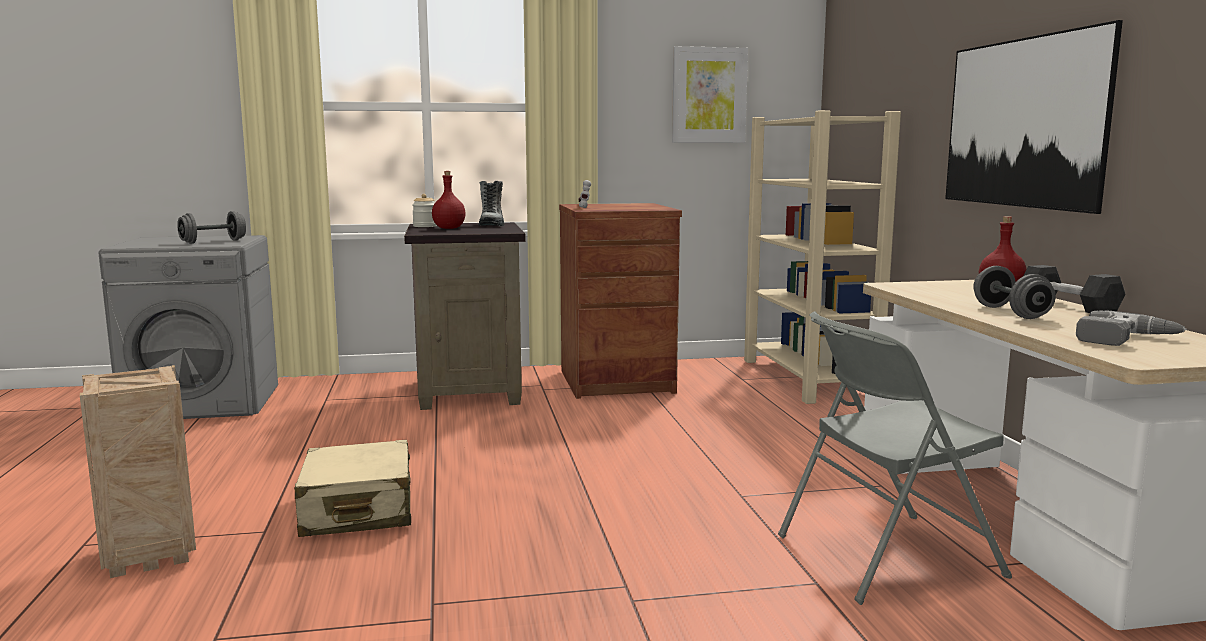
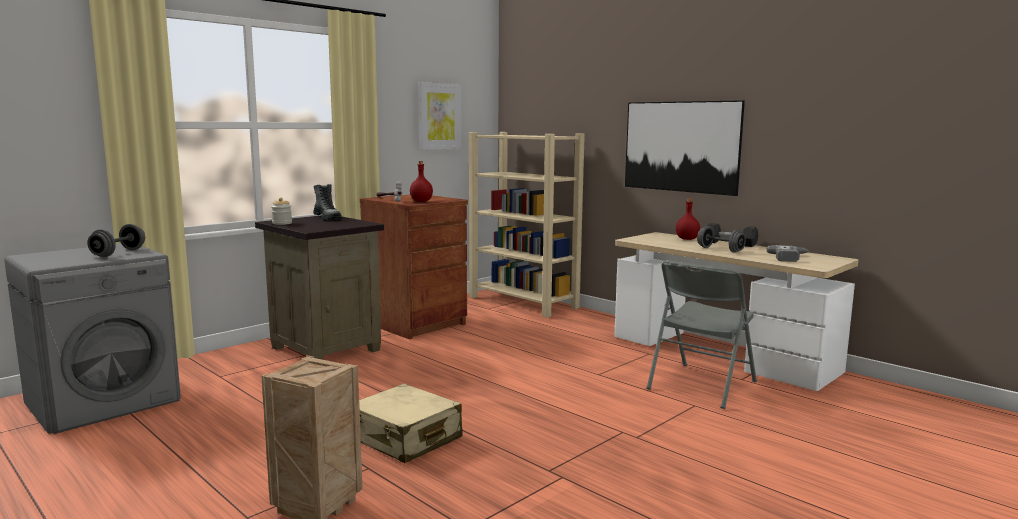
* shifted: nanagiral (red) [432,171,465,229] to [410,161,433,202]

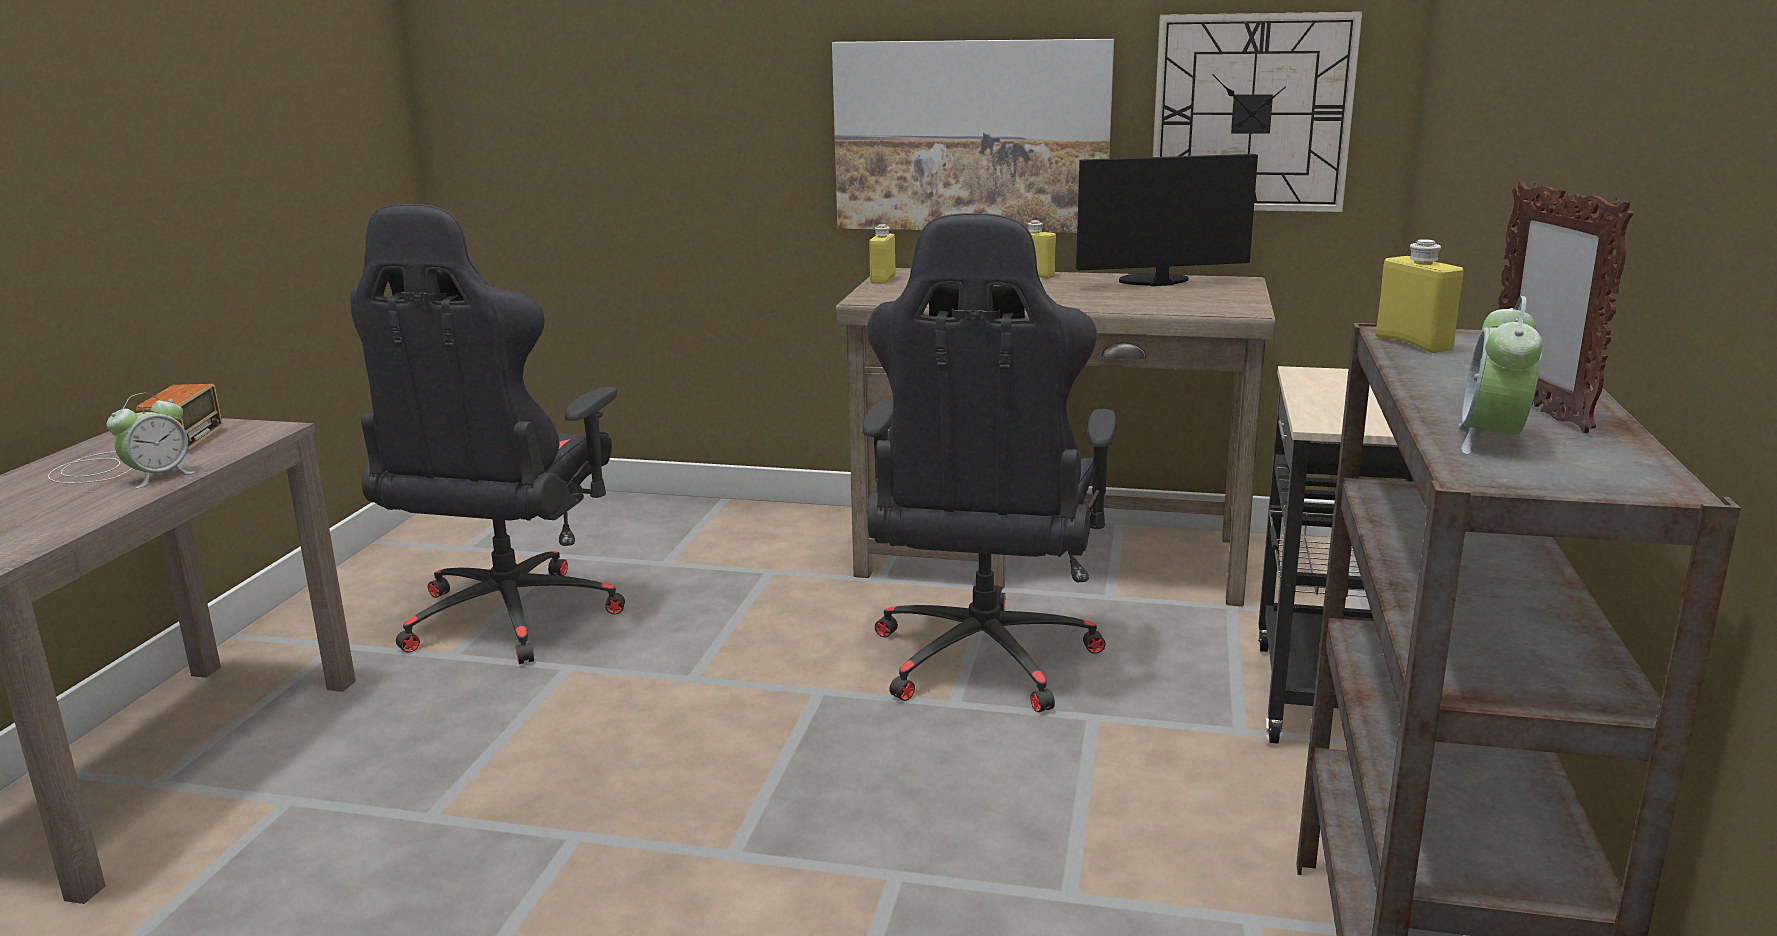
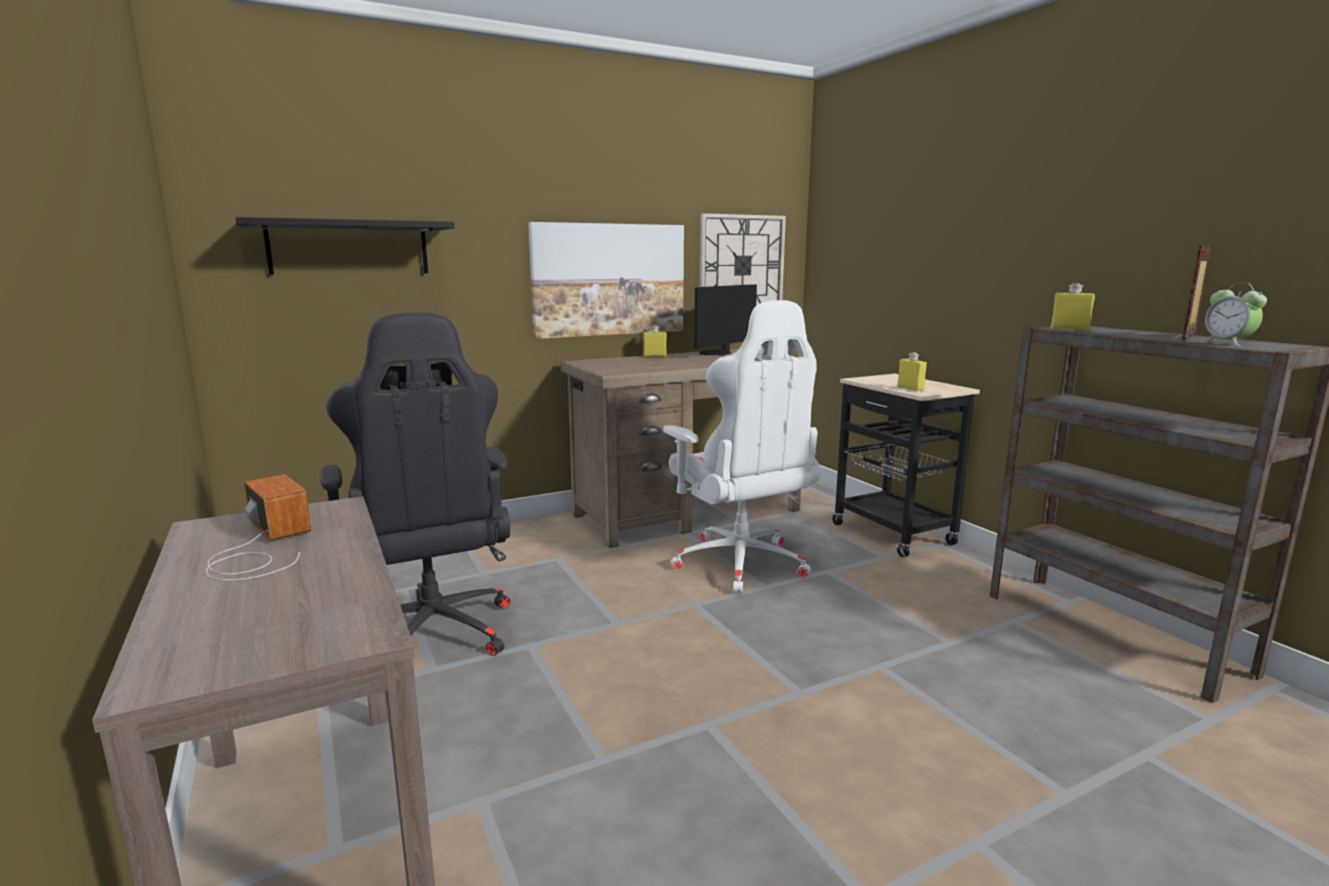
* gone: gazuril [107,393,196,489]
* repainted: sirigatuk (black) [863,213,1116,712] to sirigatuk (white) [663,300,821,594]
* shifted: nanagiral (yellow) [869,224,896,284] to [898,353,927,391]
* rotated: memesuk [1498,182,1633,433] = [1183,245,1212,340] 90 degrees clockwise
* new: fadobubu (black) [235,217,455,275]

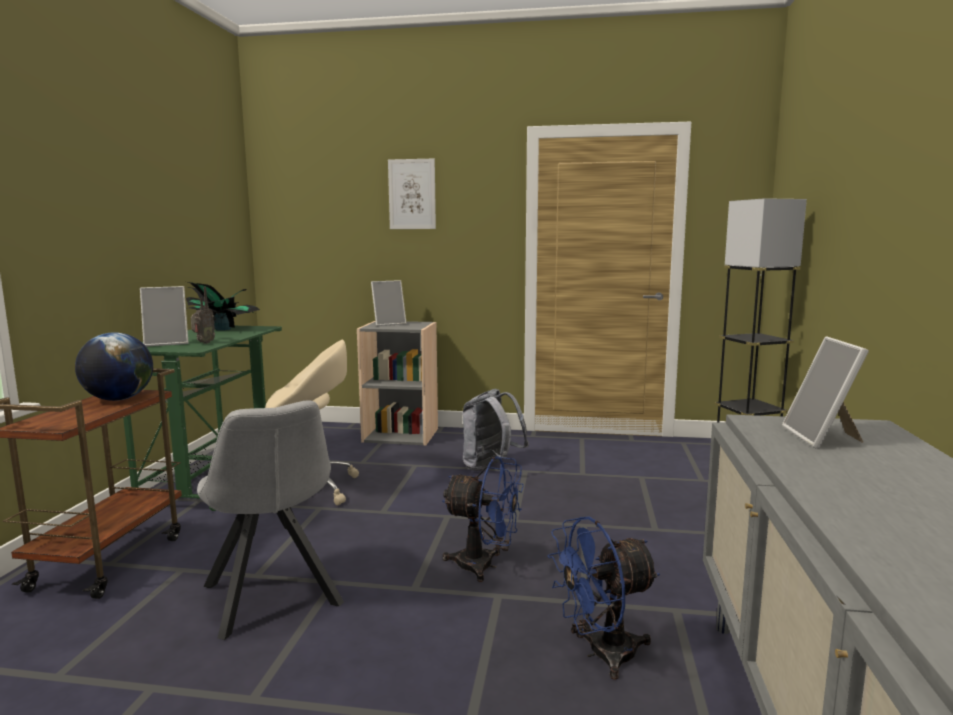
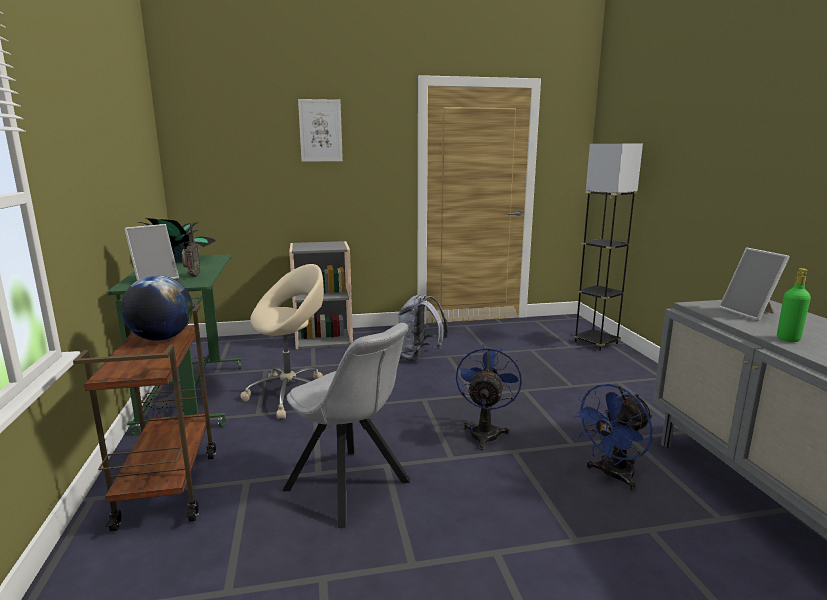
* gone: memesuk [371,280,407,326]
* rotated: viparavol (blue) [442,456,524,582] = [456,344,522,450] 75 degrees counterclockwise
* new: nanagiral (green) [777,268,811,342]

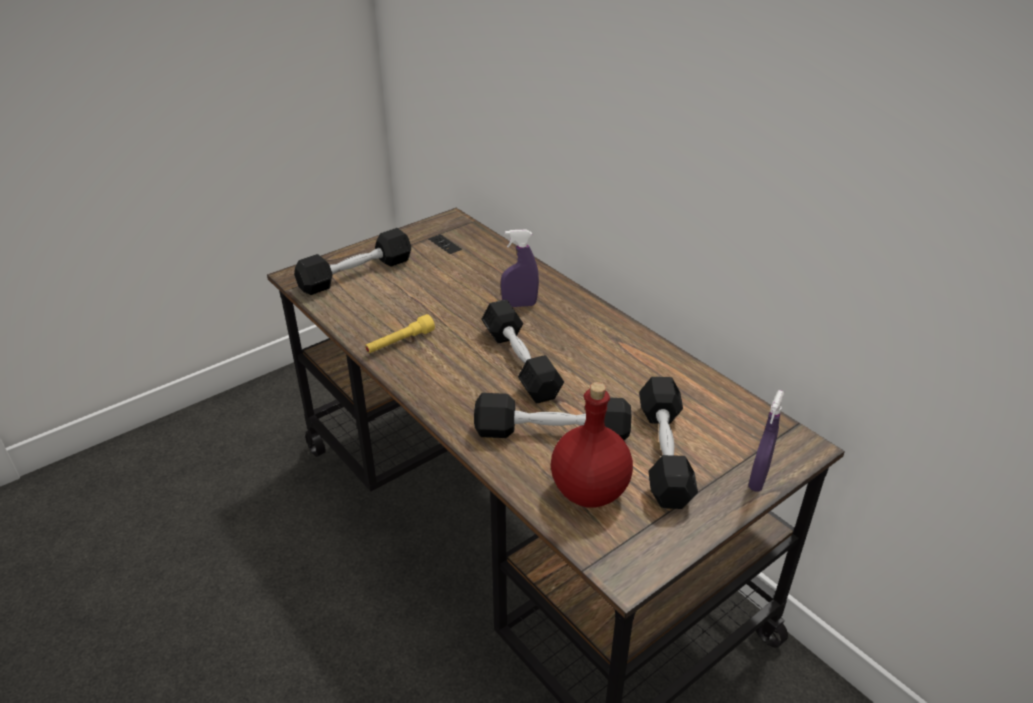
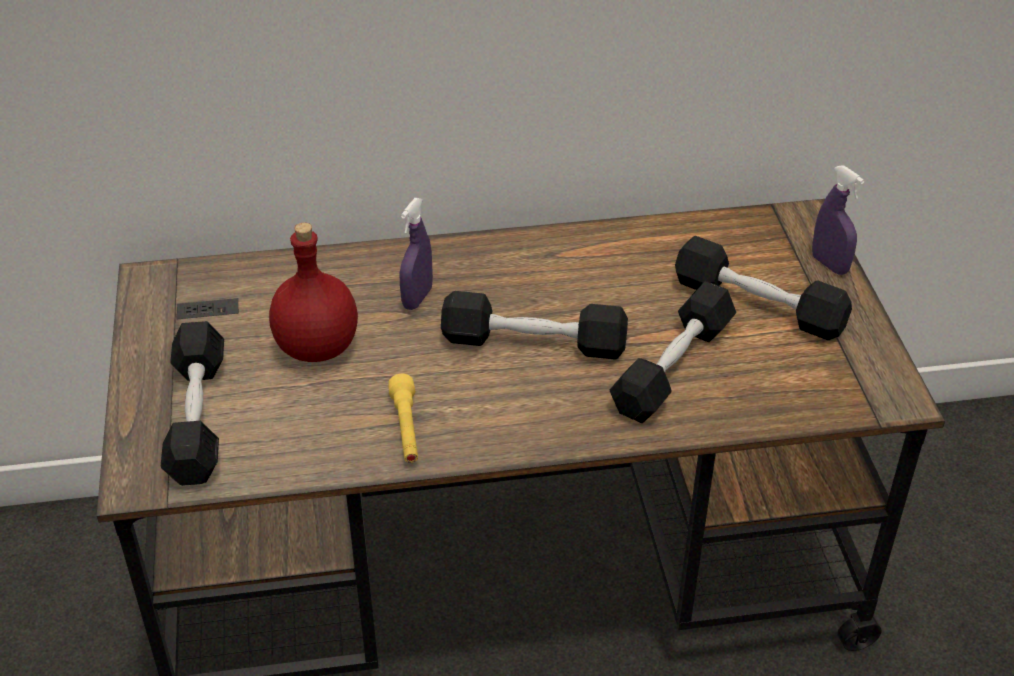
* shifted: nanagiral (red) [551,382,633,508] to [269,223,358,362]

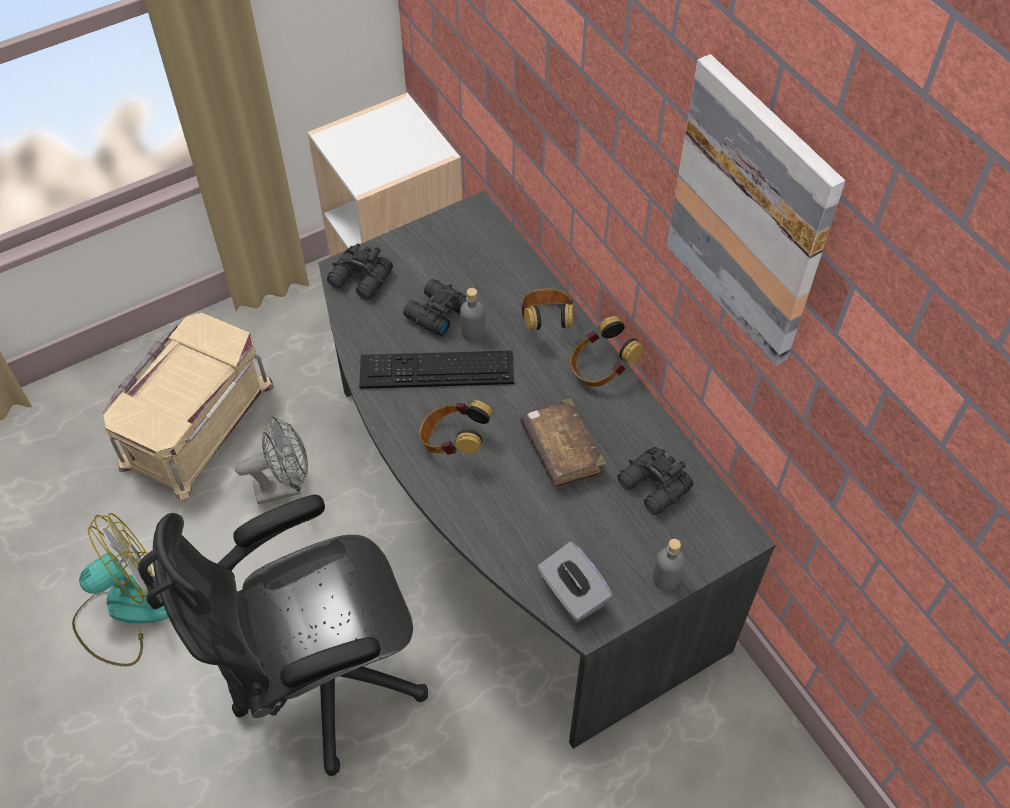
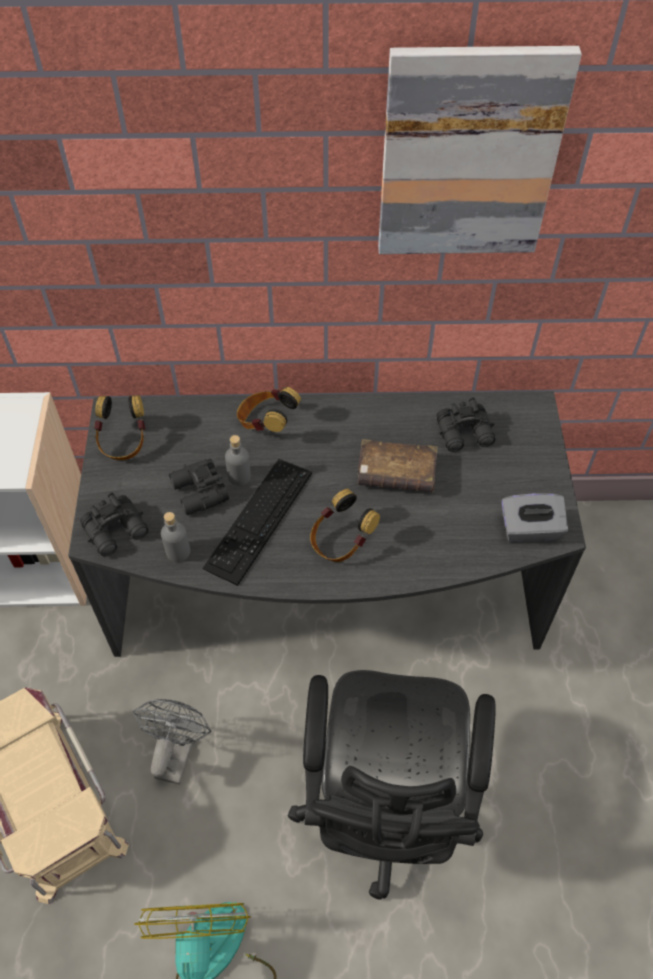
* shifted: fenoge [570,316,644,387] to [94,395,145,460]
* shifted: nanagiral (grey) [653,539,685,591] to [161,512,190,562]

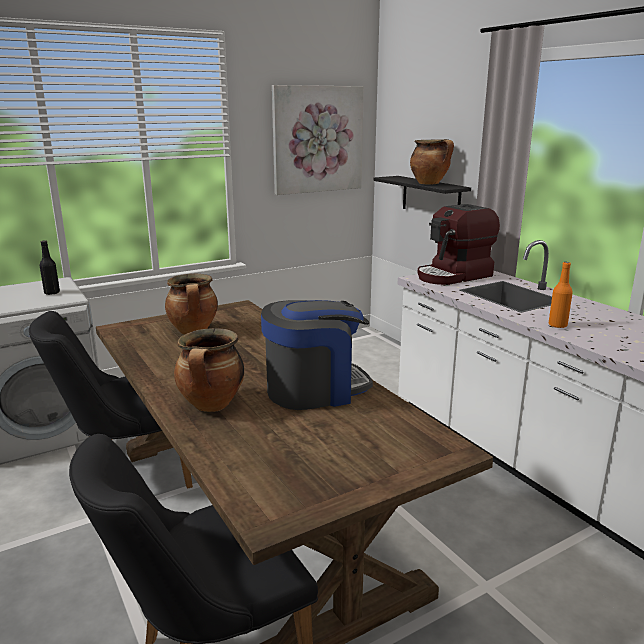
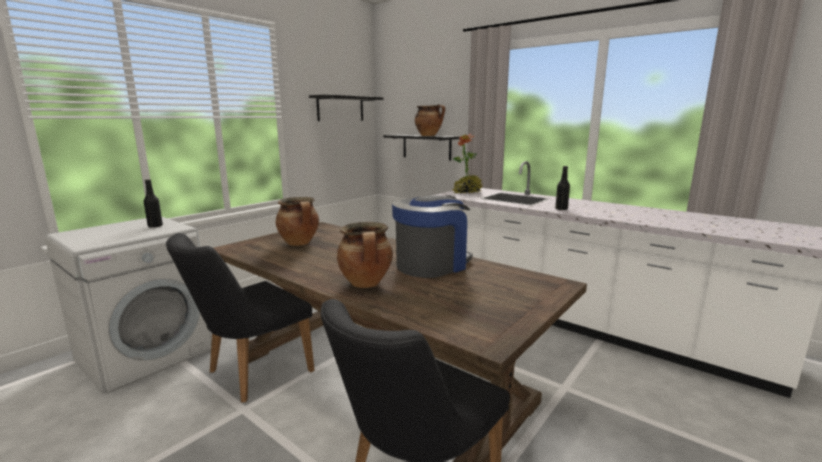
* swapped: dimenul [272,85,364,195] to fadobubu (black) [309,95,383,121]
* swapped: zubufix [418,204,500,285] to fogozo [452,133,483,193]
* repainted: nanagiral (orange) [549,262,573,328] to nanagiral (black) [555,166,570,210]

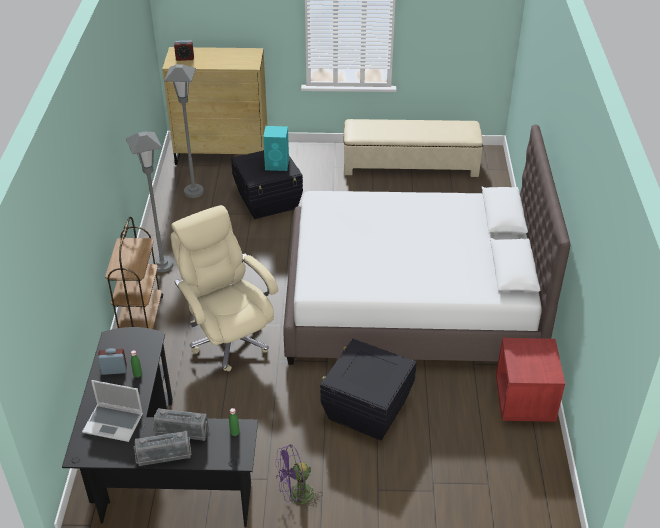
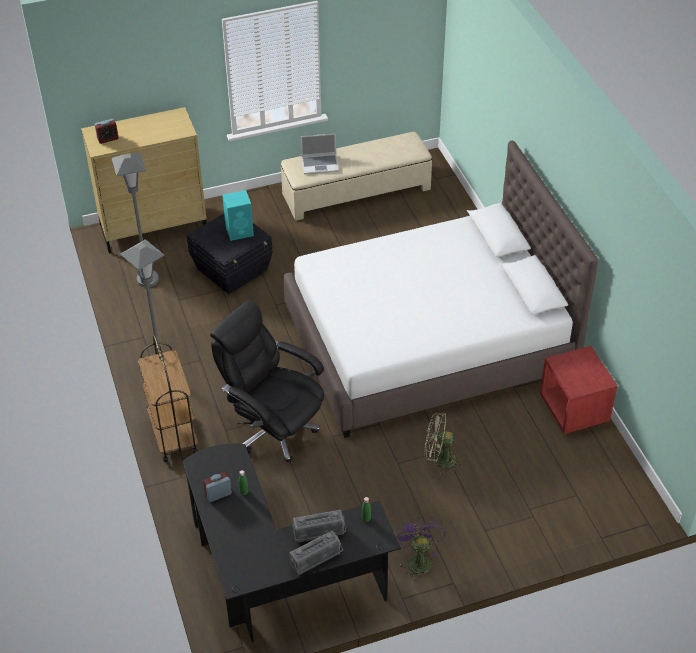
* shifted: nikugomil [82,380,143,442] to [301,133,339,174]
* repainted: sirigatuk (beige) [171,205,278,371] to sirigatuk (black) [210,300,324,462]
* rotated: viparavol (purple) [275,444,323,511] = [393,517,446,581] 120 degrees clockwise
* swapped: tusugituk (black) [320,339,417,441] to viparavol (green) [425,413,462,475]

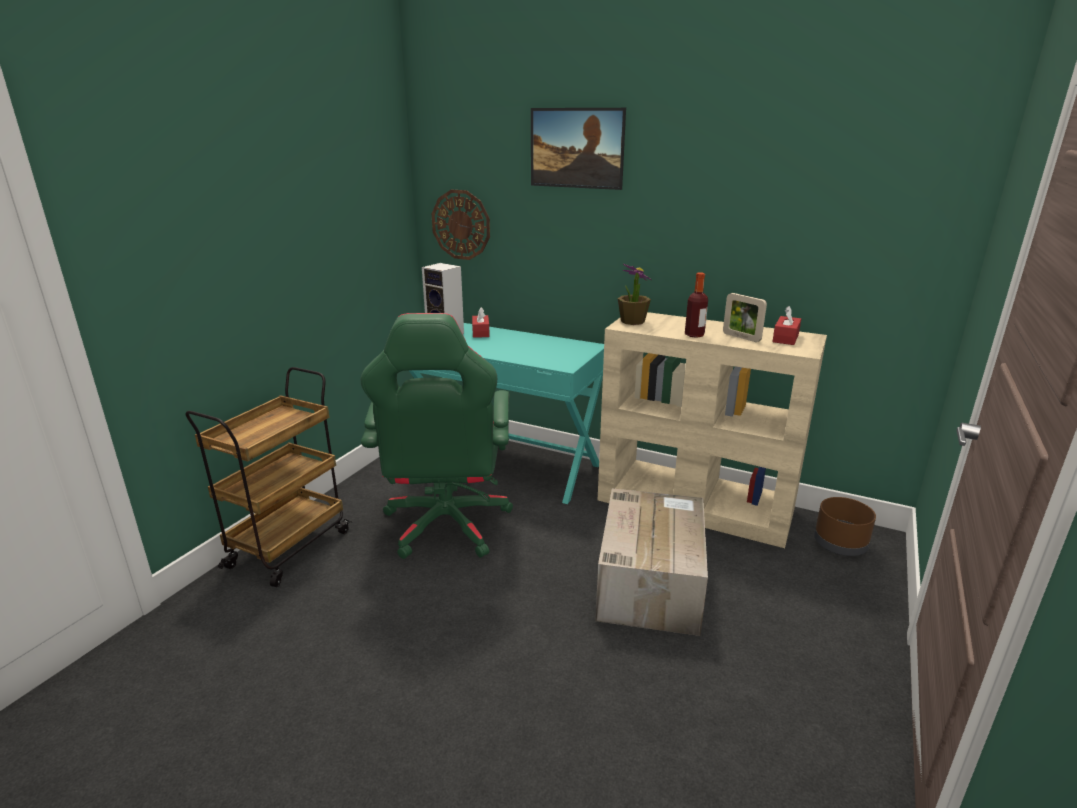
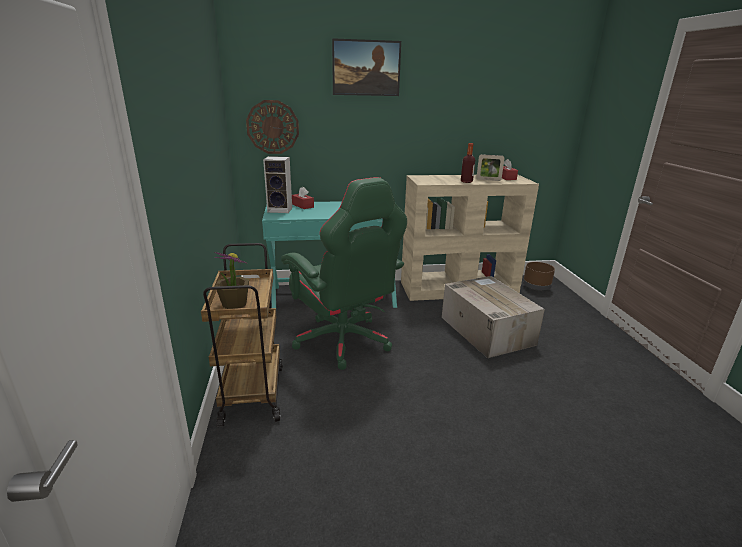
* shifted: fogozo [618,264,652,325] to [214,252,249,309]

